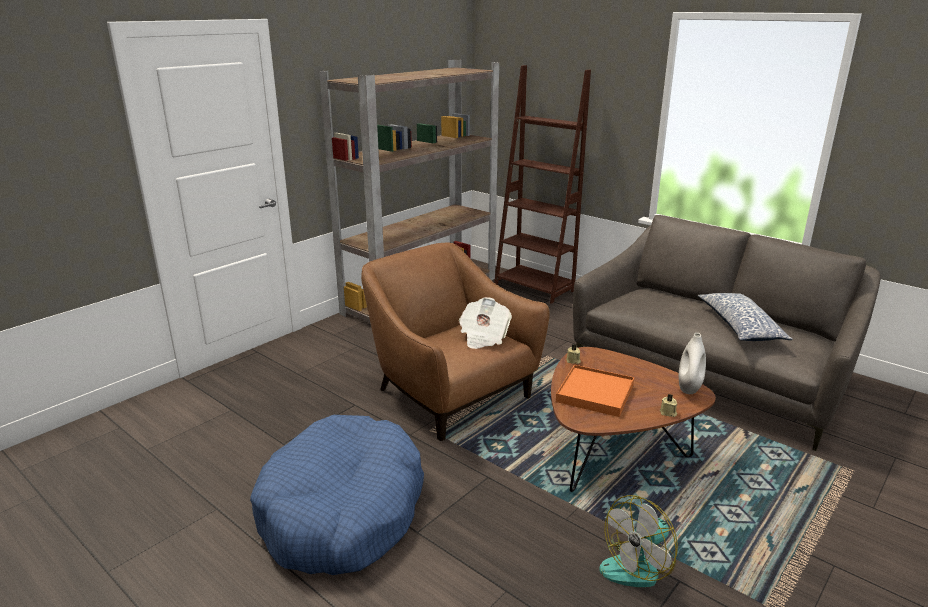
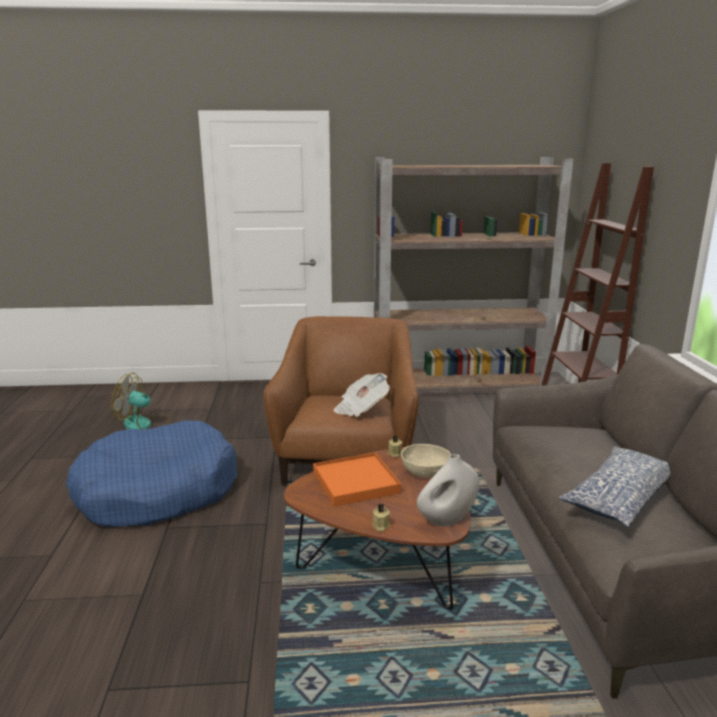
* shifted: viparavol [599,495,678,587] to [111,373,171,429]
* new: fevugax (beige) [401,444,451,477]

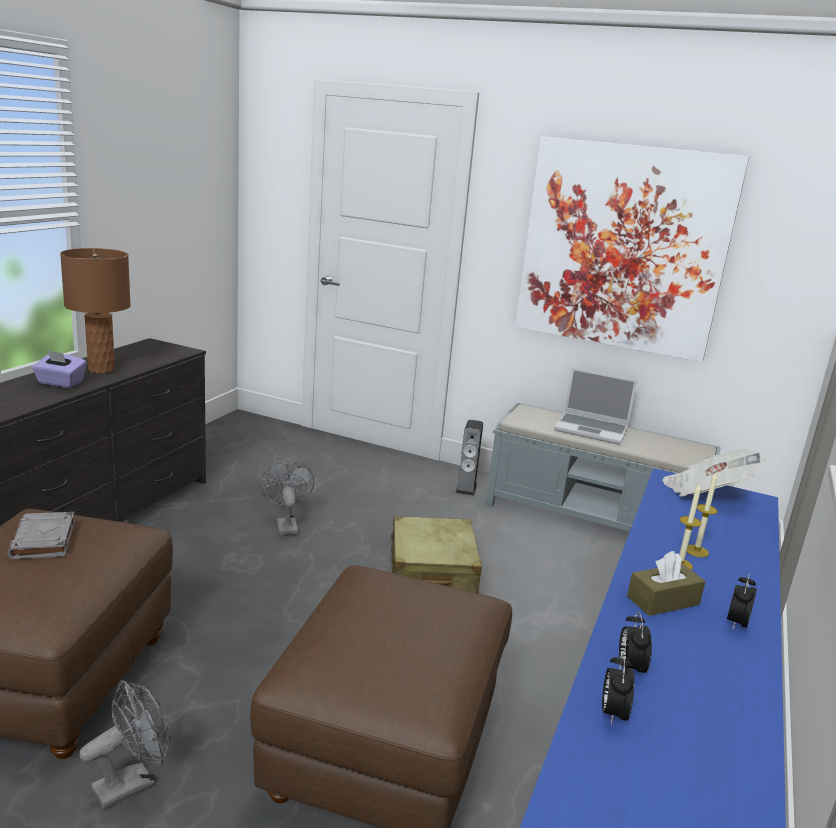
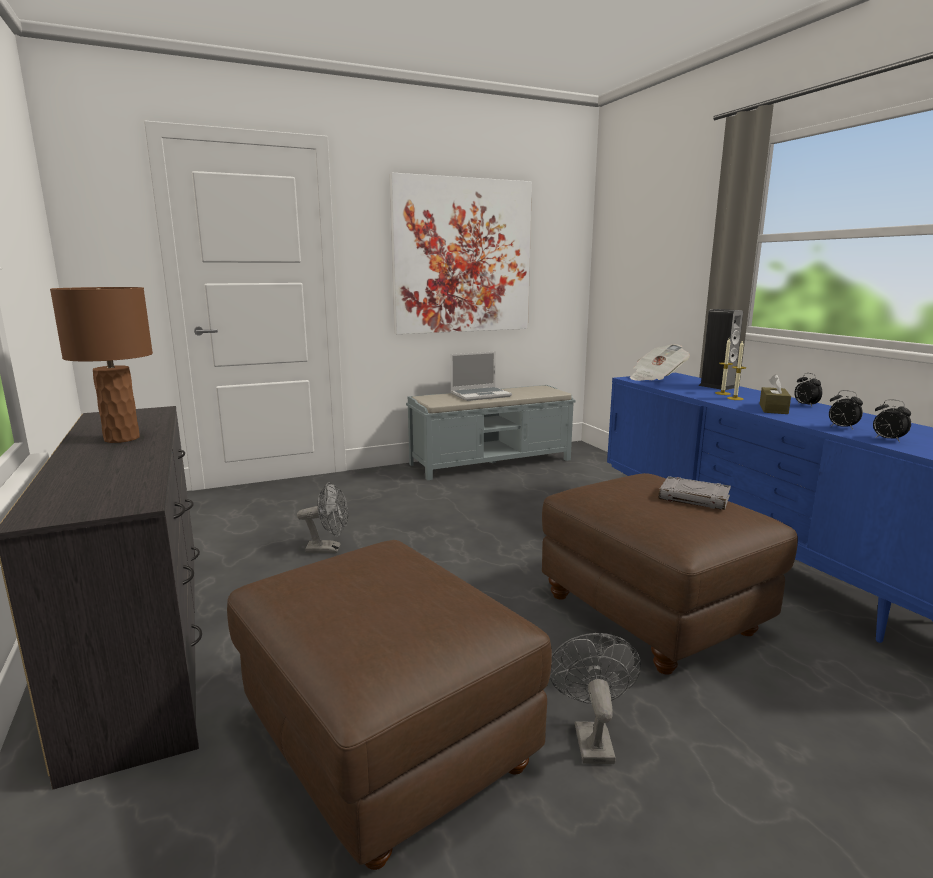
* shifted: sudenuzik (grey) [8,512,75,559] to [659,476,731,510]
* gone: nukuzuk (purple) [32,350,87,388]
* rotated: viparavol (grey) [259,461,314,535] = [297,482,348,553] 150 degrees clockwise
* gone: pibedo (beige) [389,516,482,593]
* shifted: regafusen [456,420,483,496] to [698,309,743,390]

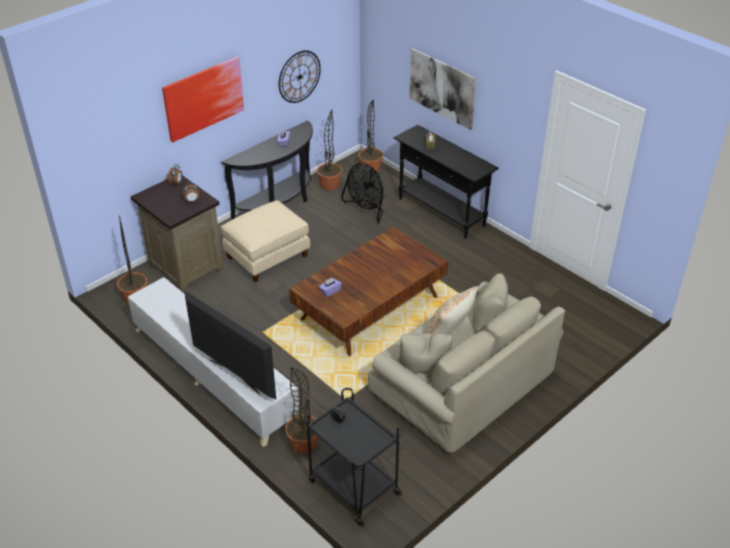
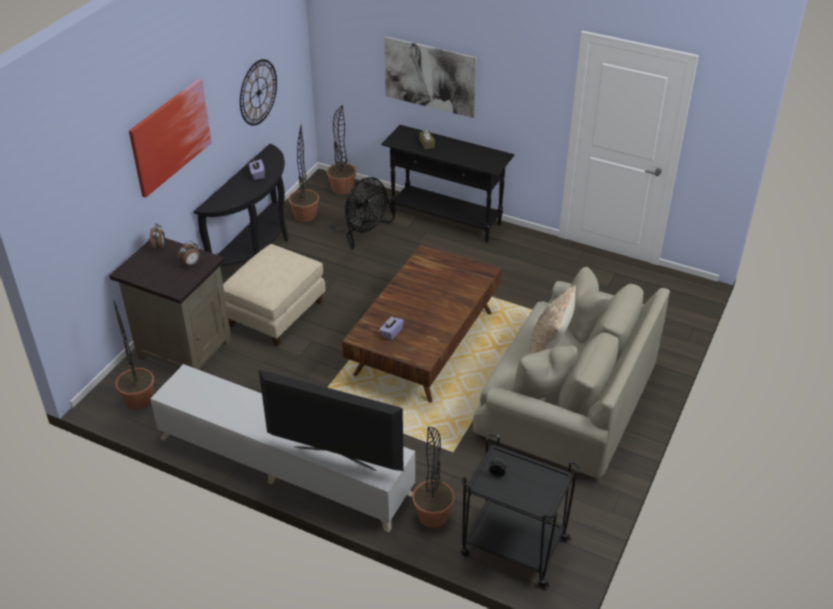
* rotated: viparavol (black) [341,163,384,224] = [329,177,395,250] 75 degrees counterclockwise

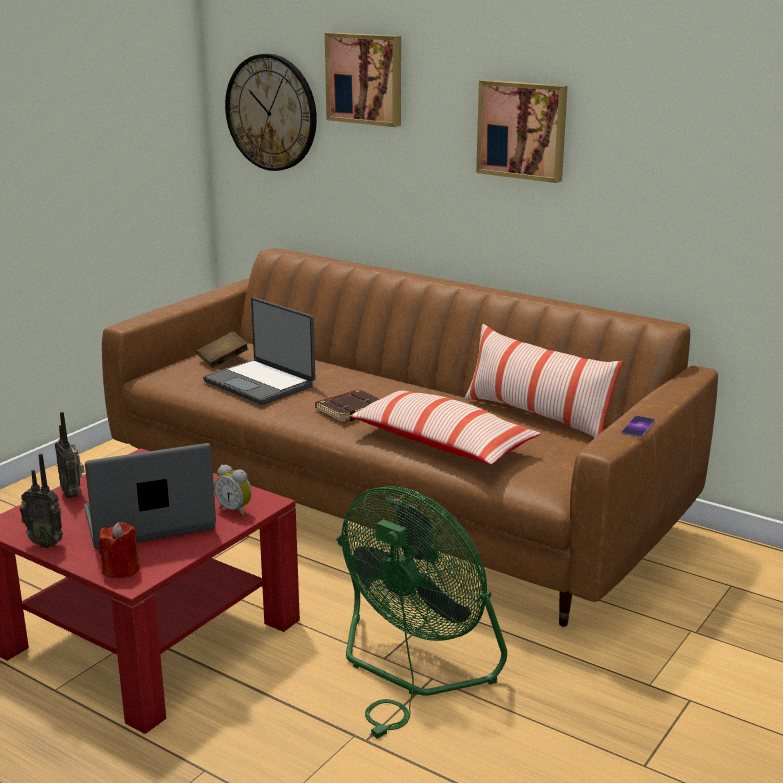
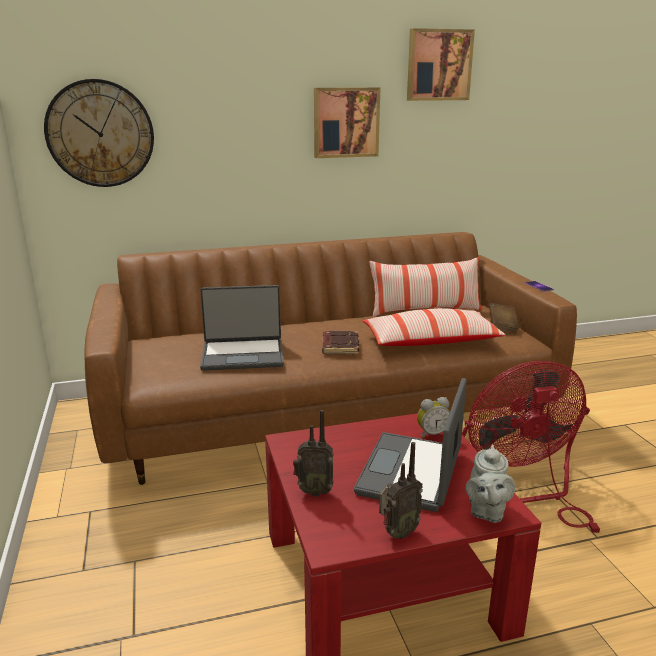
* swapped: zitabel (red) [99,522,140,578] to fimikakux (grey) [466,445,515,523]
* shifted: sudenuzik (brown) [197,331,249,368] to [489,303,519,333]
* shifted: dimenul [325,33,401,127] to [407,28,475,101]
* repainted: viparavol (green) [336,487,507,739] to viparavol (red) [462,361,600,533]

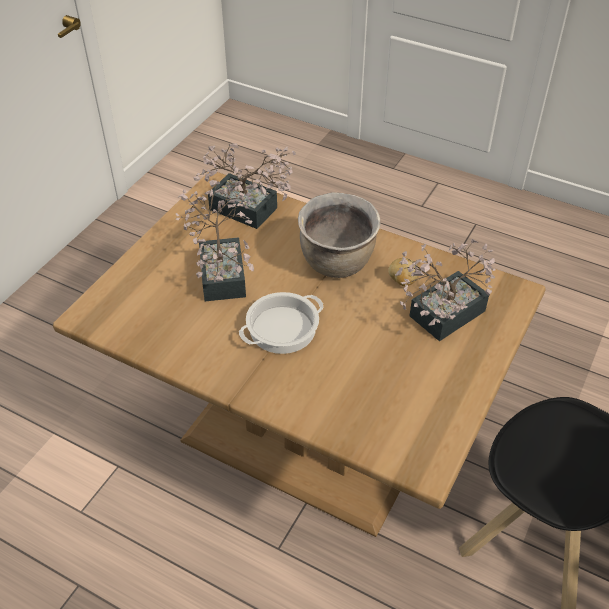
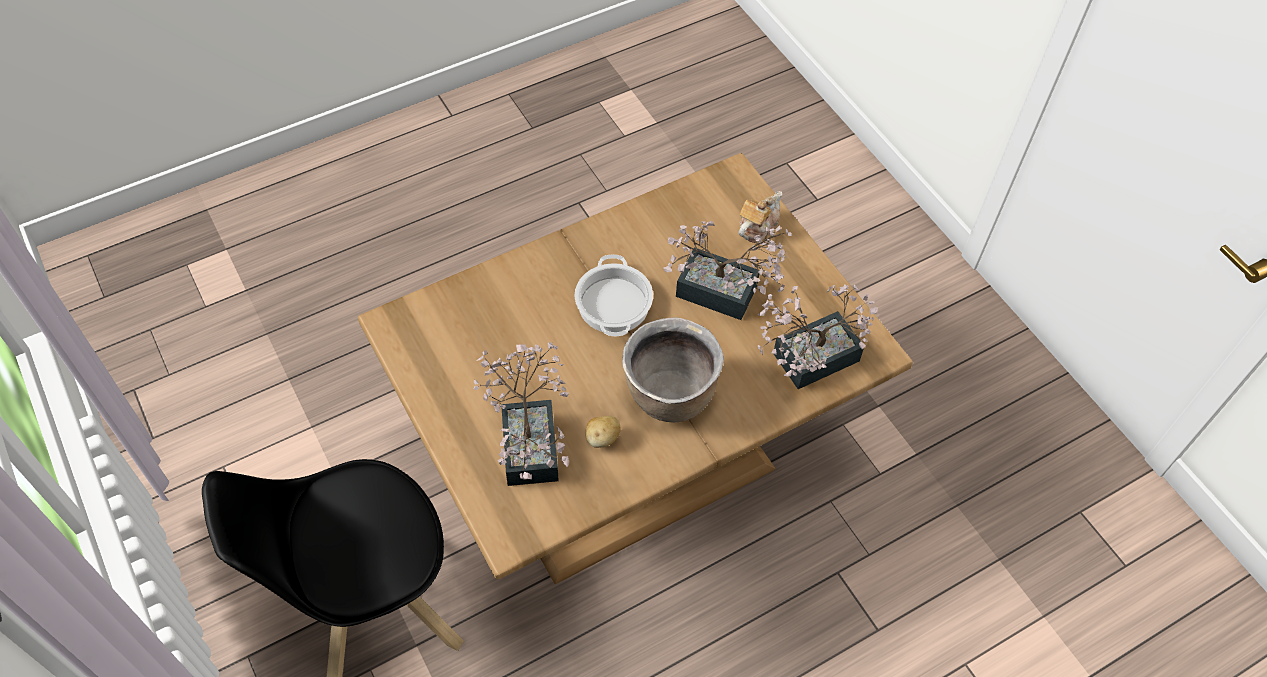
* new: fimikakux [738,191,782,243]

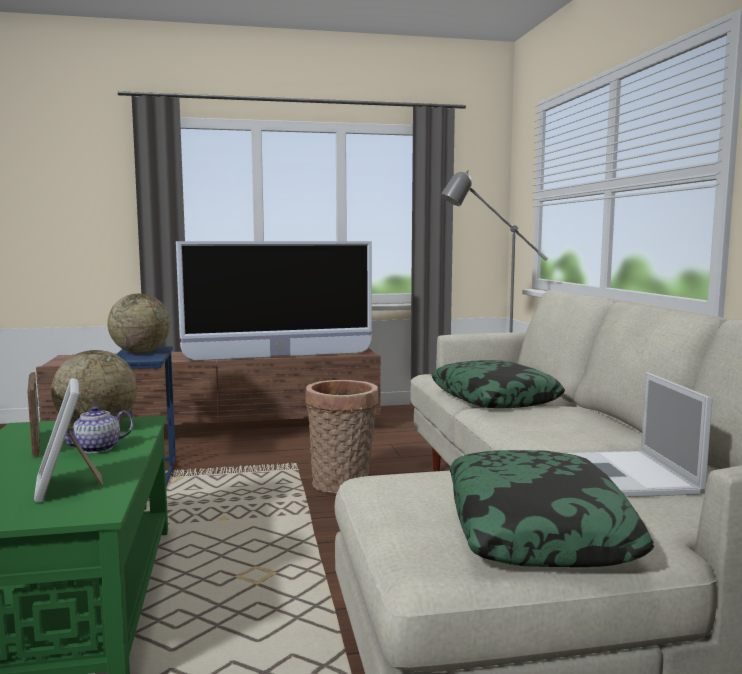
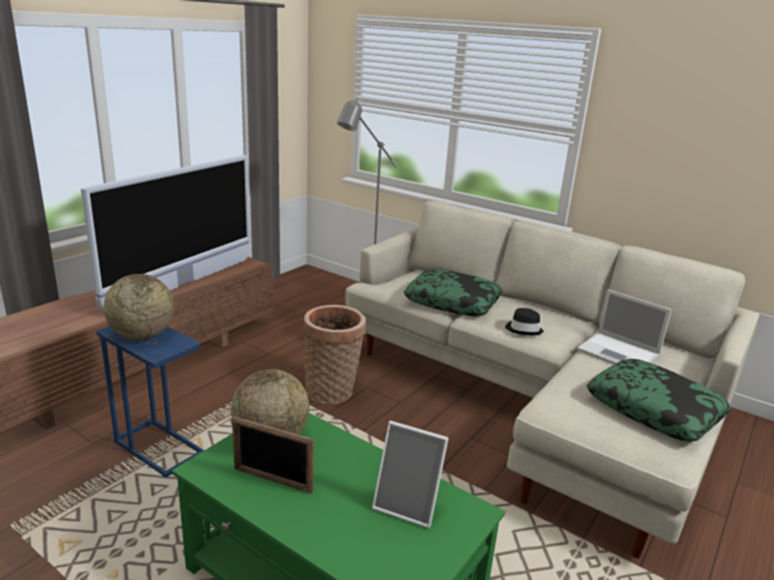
* gone: fimikakux [65,406,134,453]
* new: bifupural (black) [505,308,544,335]

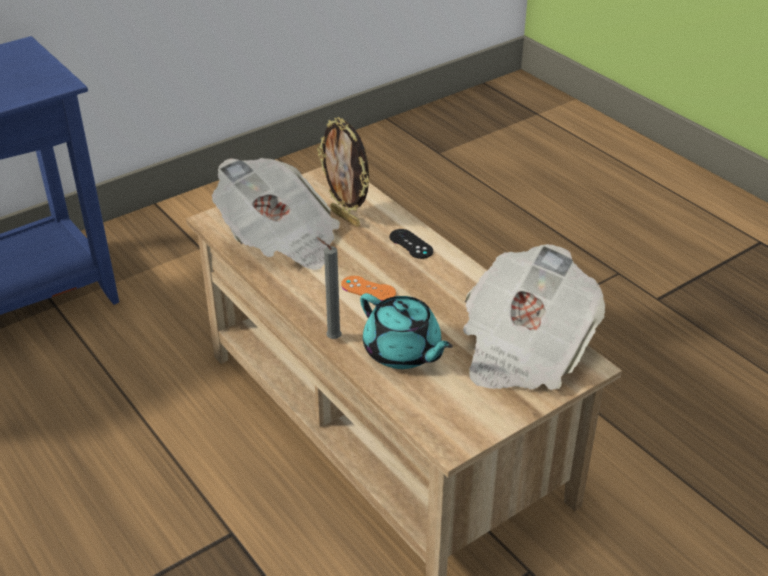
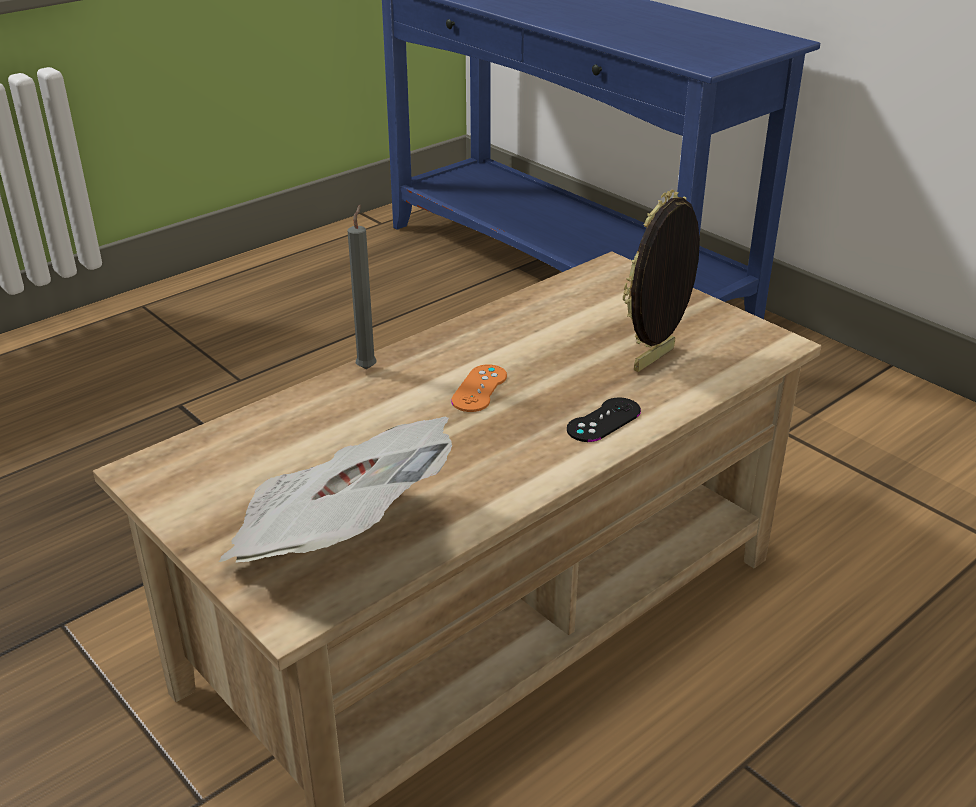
* gone: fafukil [212,158,340,270]
* gone: fimikakux (turquoise) [360,293,453,369]

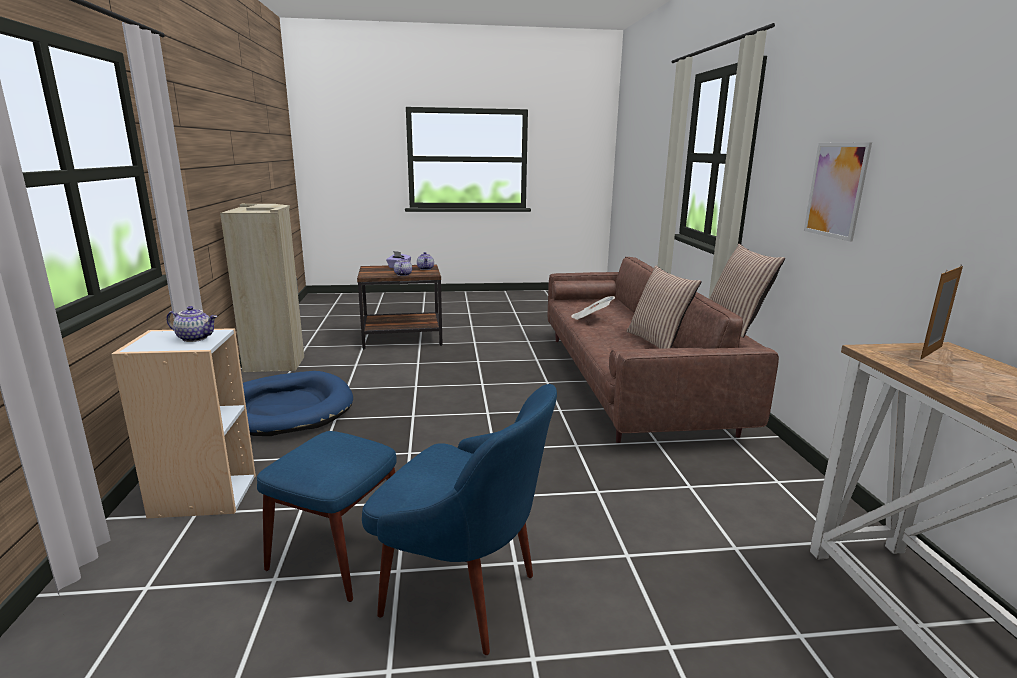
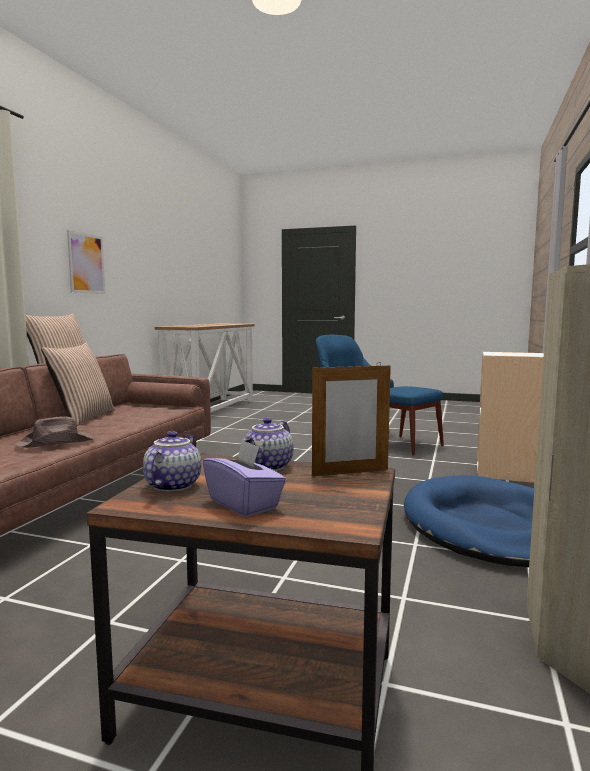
* gone: fimikakux [166,306,217,342]
* swapped: fafukil [571,296,615,320] to bifupural (brown) [14,416,95,448]
* shifted: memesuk [920,265,963,359] to [312,362,391,477]

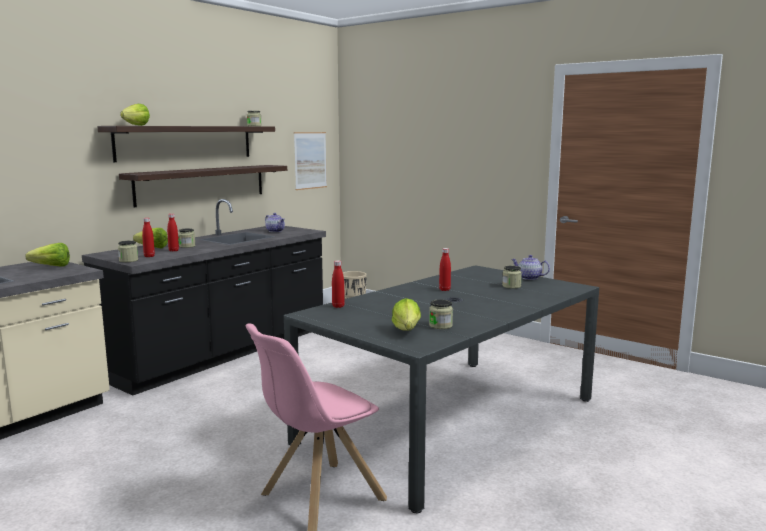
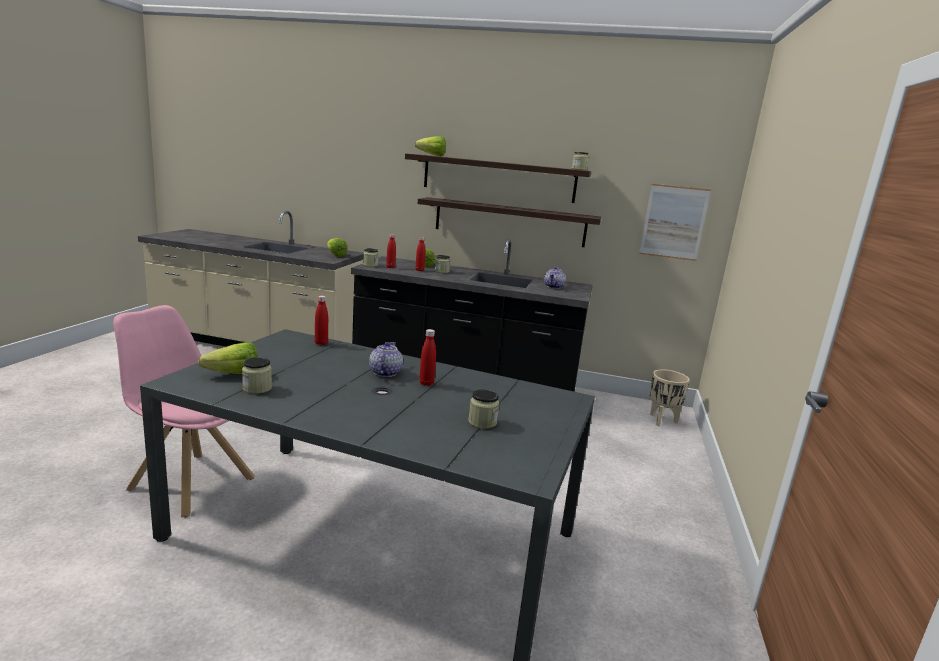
* shifted: fimikakux [511,255,550,280] to [369,342,403,377]

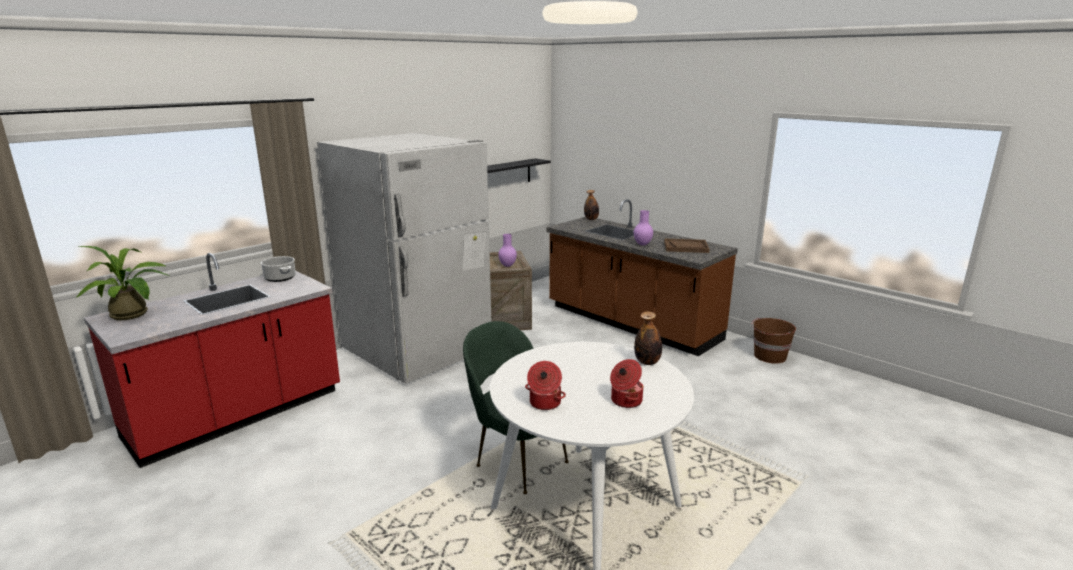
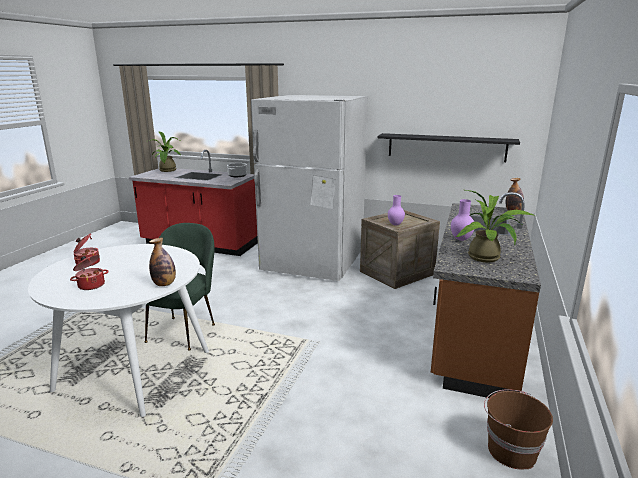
* swapped: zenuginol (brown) [664,238,710,253] to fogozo [456,190,535,262]

